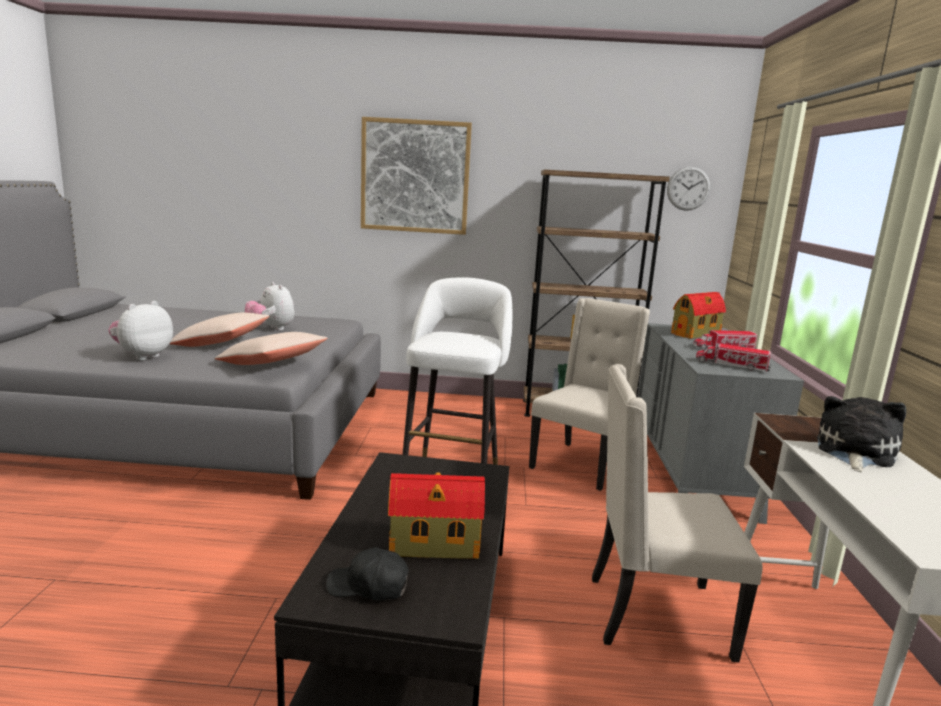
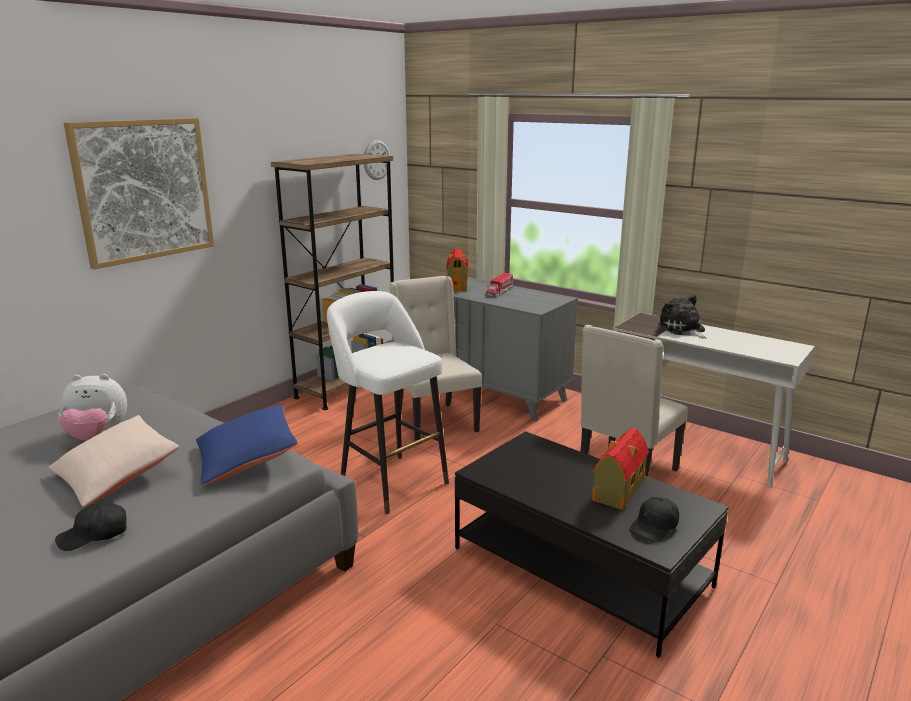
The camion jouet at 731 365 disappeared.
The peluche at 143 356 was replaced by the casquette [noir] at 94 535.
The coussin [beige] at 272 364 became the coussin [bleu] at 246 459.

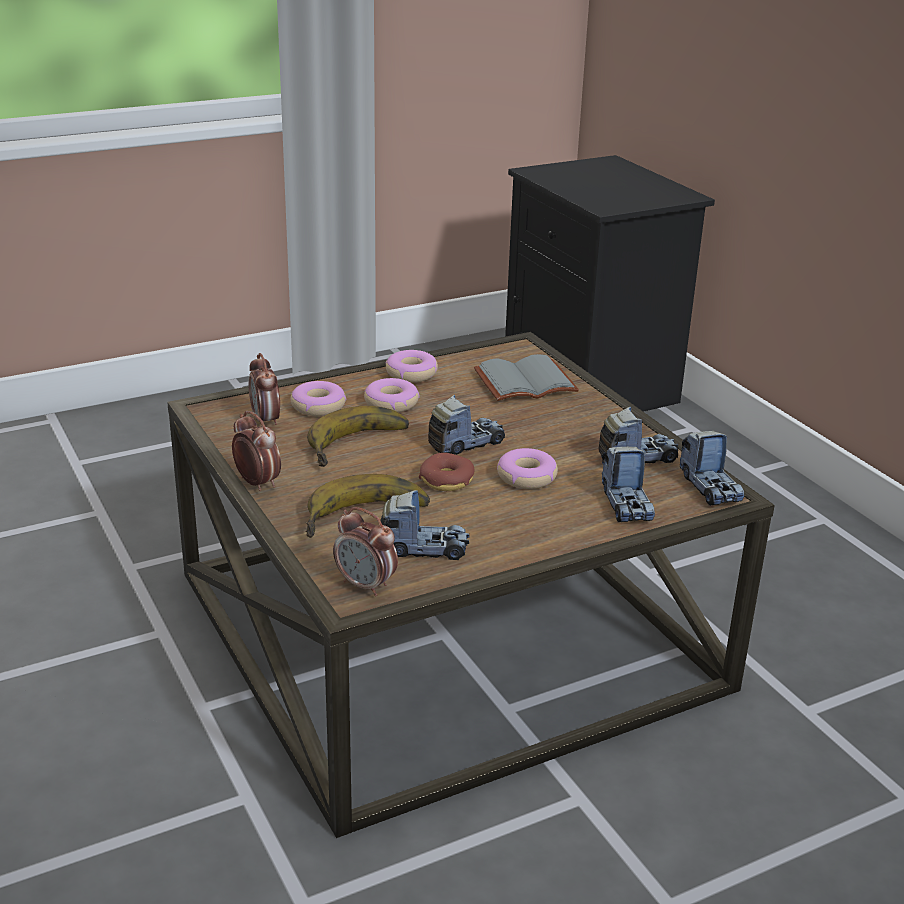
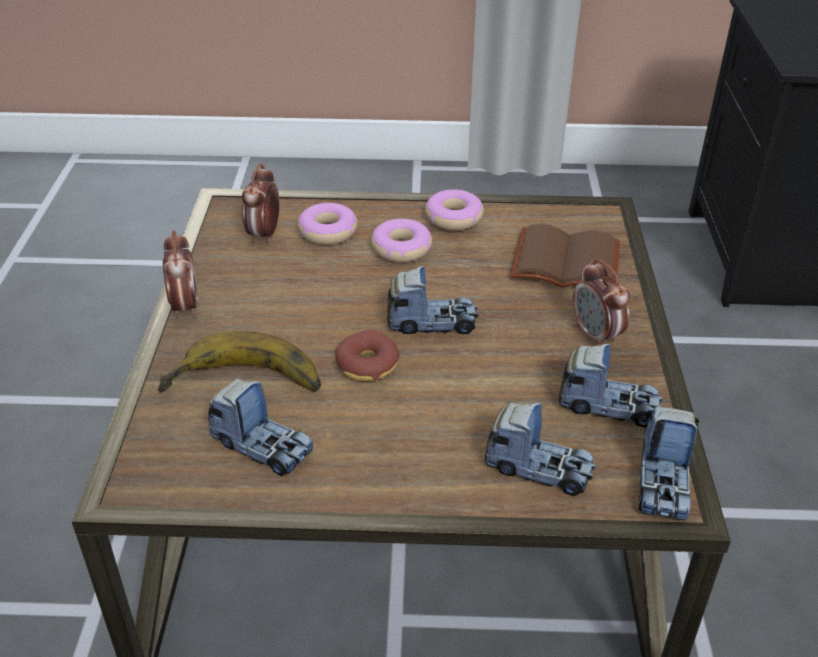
The banane at 362 446 disappeared.
The beignet at 526 477 disappeared.
The réveil moved from 366 585 to 596 336.
The livre [gris] at 525 381 became the livre [marron] at 568 260.
The camion jouet at 626 503 turned 90 degrees counterclockwise.

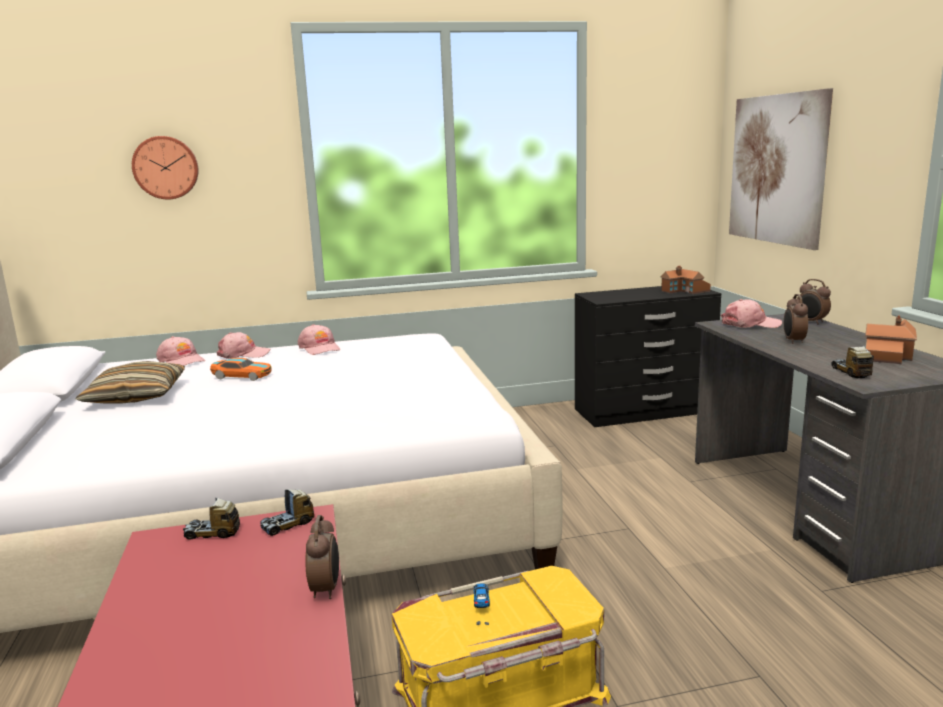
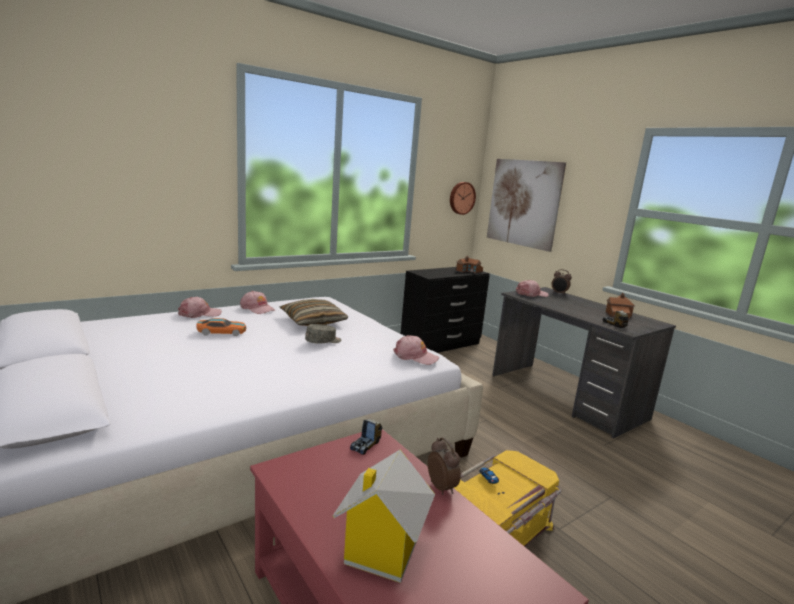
The camion jouet at 212 533 disappeared.
The réveil at 793 341 disappeared.
The casquette [gris] at 323 341 appeared.
The maison miniature at 381 550 appeared.
The coussin moved from 136 396 to 313 321.
The horloge murale moved from 166 167 to 461 198.
The casquette [rose] moved from 181 360 to 415 356.

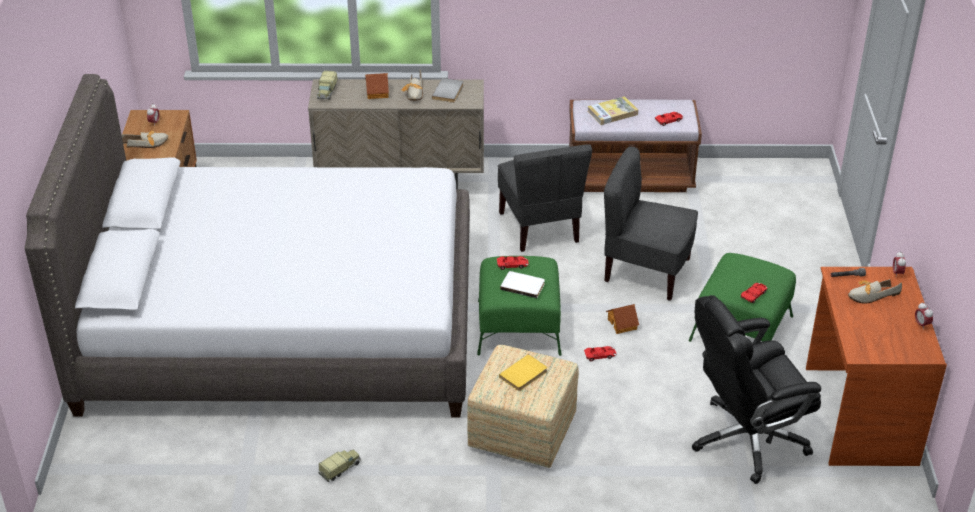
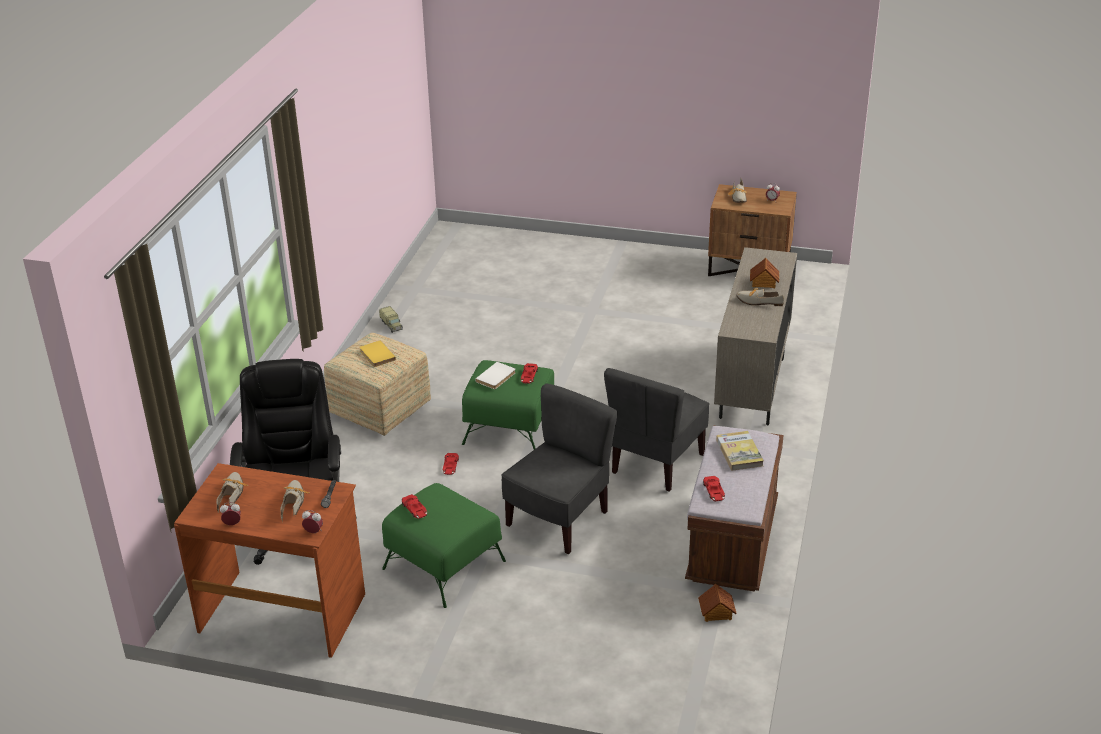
The lit [gris] at 281 327 disappeared.
The camion jouet at 327 92 disappeared.
The livre [gris] at 449 92 disappeared.
The chaussure at 231 494 appeared.
The maison miniature moved from 622 324 to 716 612.
The chaise [gris] at 540 227 turned 60 degrees counterclockwise.

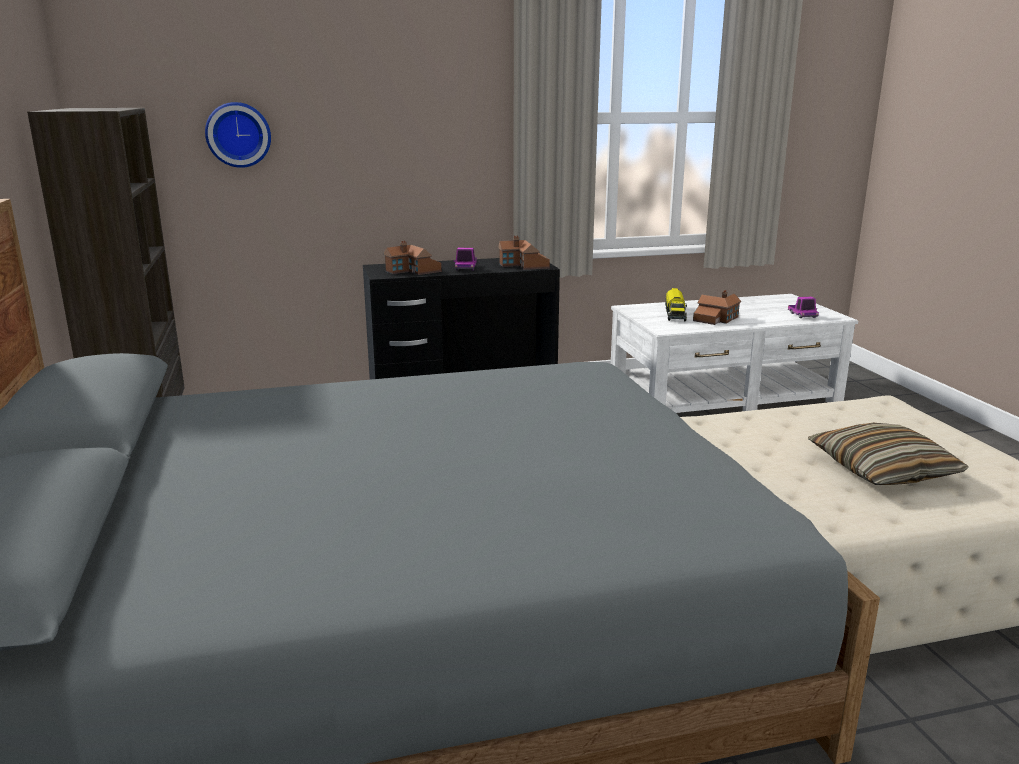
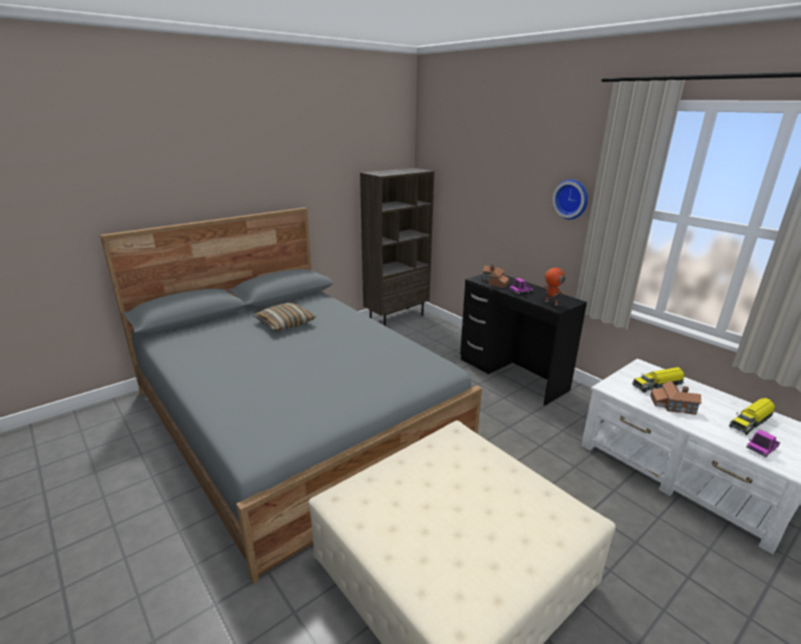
The camion jouet at 750 422 appeared.
The horloge murale moved from 238 134 to 571 199.
The coussin moved from 882 470 to 285 323.
The maison miniature at 524 266 was replaced by the robot jouet at 550 303.

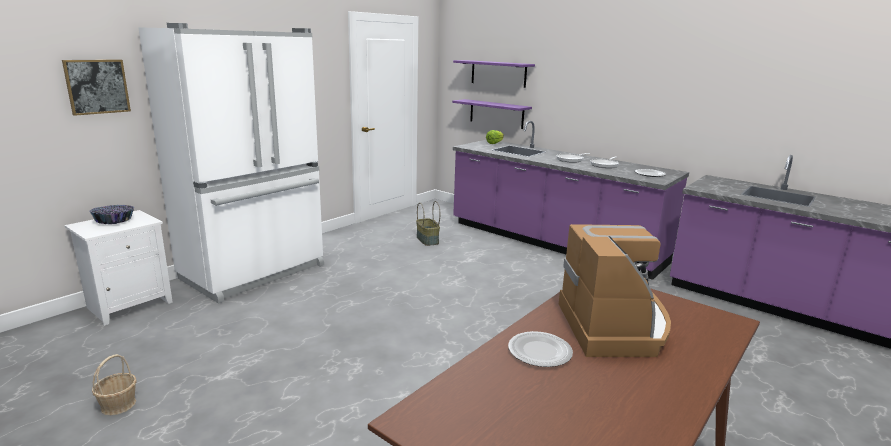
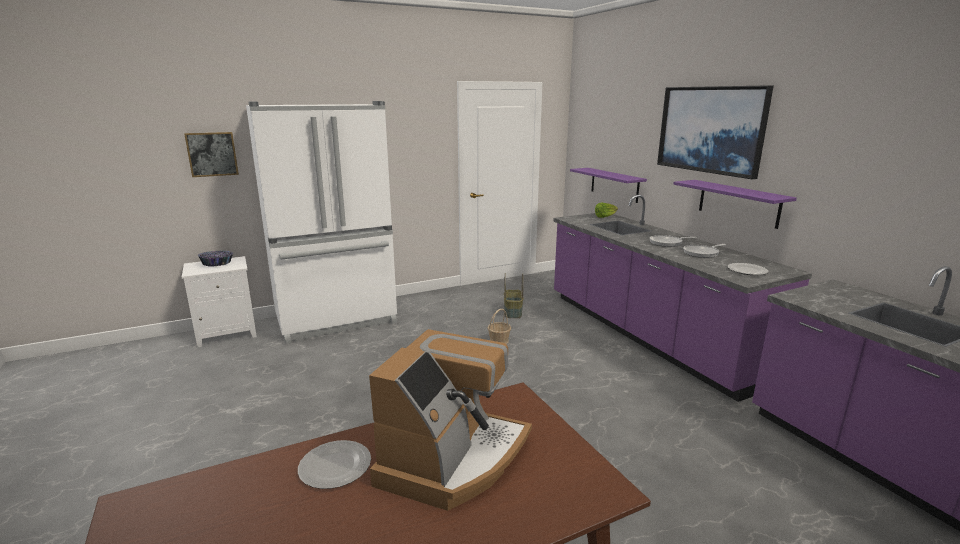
The tableau at 710 129 appeared.
The panier moved from 119 405 to 499 341.
The étagère [violet] moved from 498 73 to 738 203.

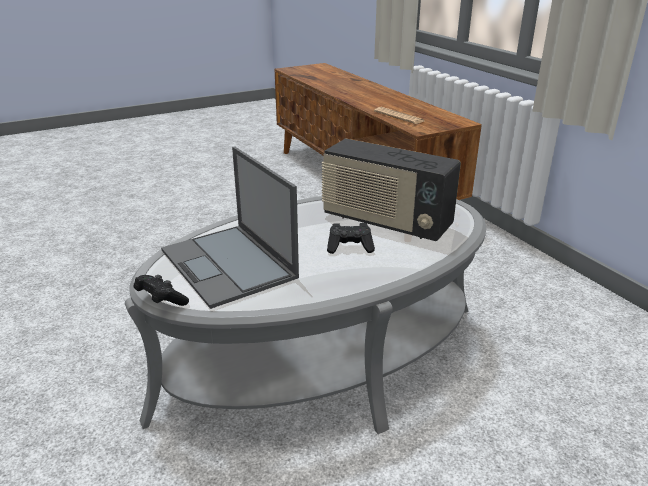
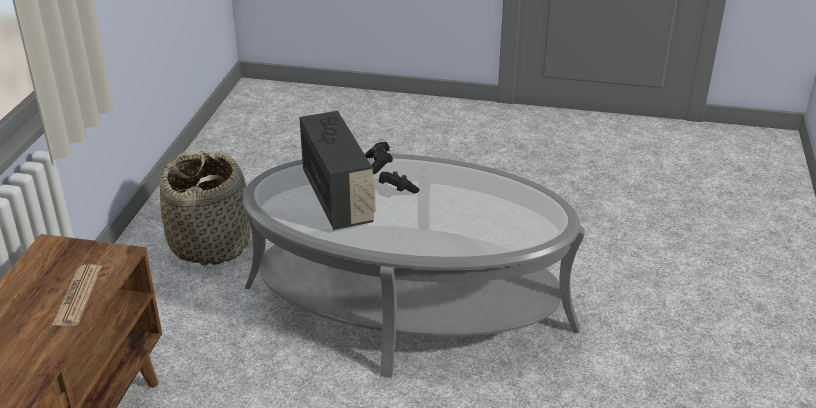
The ordinateur portable at 229 264 disappeared.
The panier at 210 243 appeared.
The manette [noir] moved from 161 300 to 379 164.

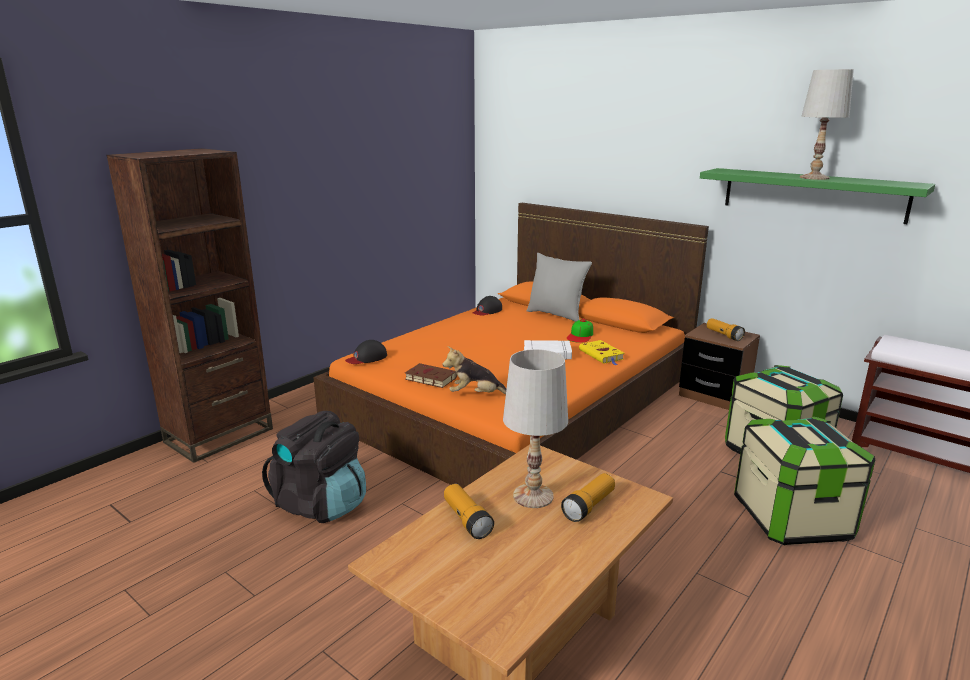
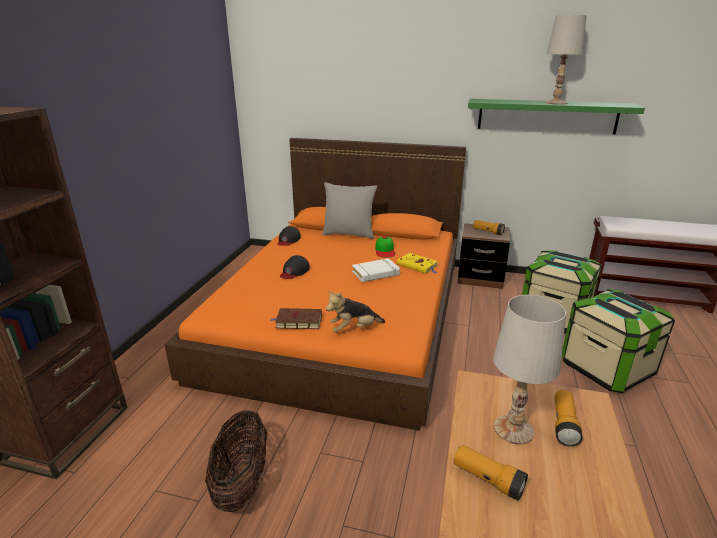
The casquette [noir] moved from 367 358 to 294 271.
The sac à dos [noir] at 321 504 was replaced by the panier at 242 482.

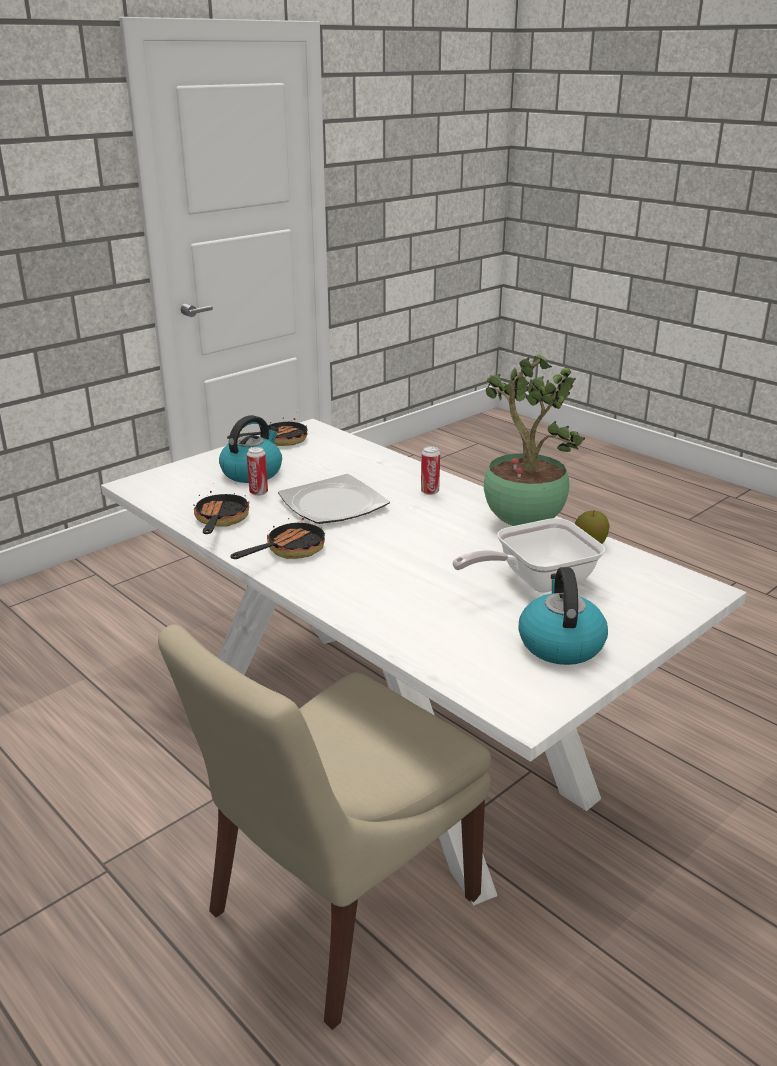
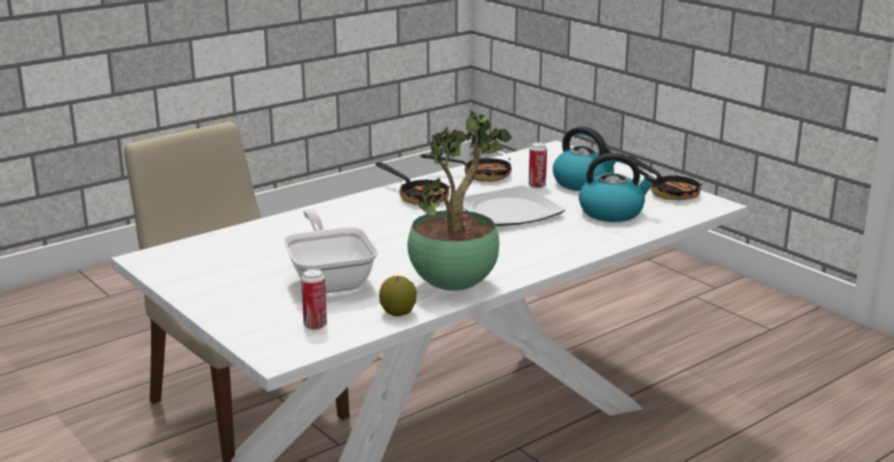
The boîte métallique moved from 430 492 to 315 325.
The bouilloire moved from 560 644 to 612 212.

